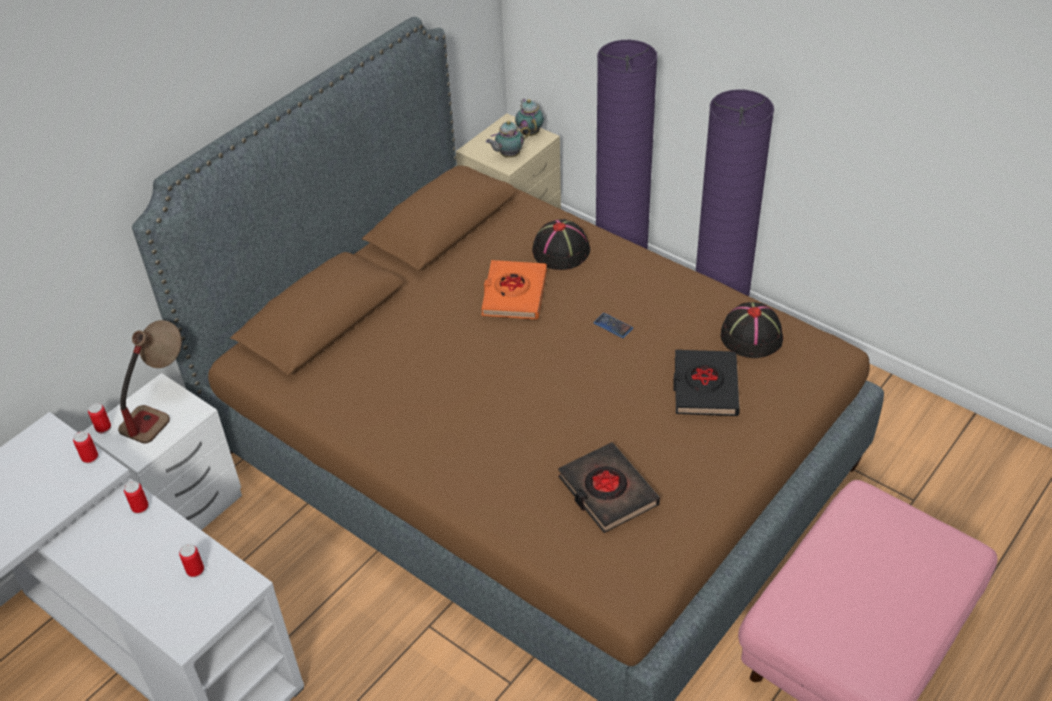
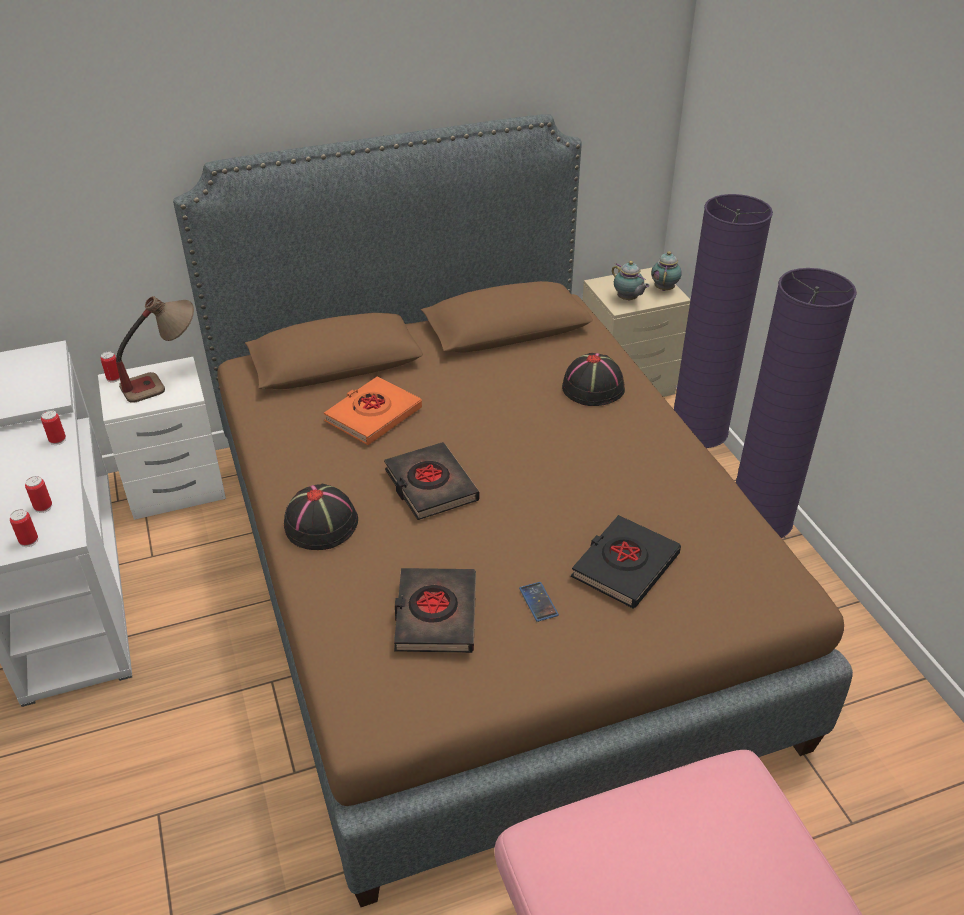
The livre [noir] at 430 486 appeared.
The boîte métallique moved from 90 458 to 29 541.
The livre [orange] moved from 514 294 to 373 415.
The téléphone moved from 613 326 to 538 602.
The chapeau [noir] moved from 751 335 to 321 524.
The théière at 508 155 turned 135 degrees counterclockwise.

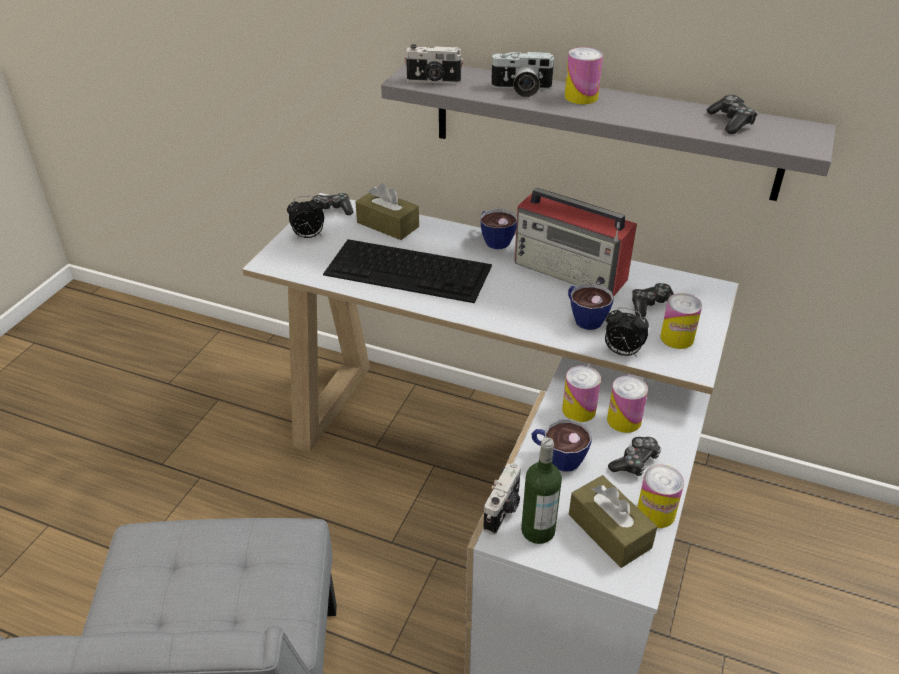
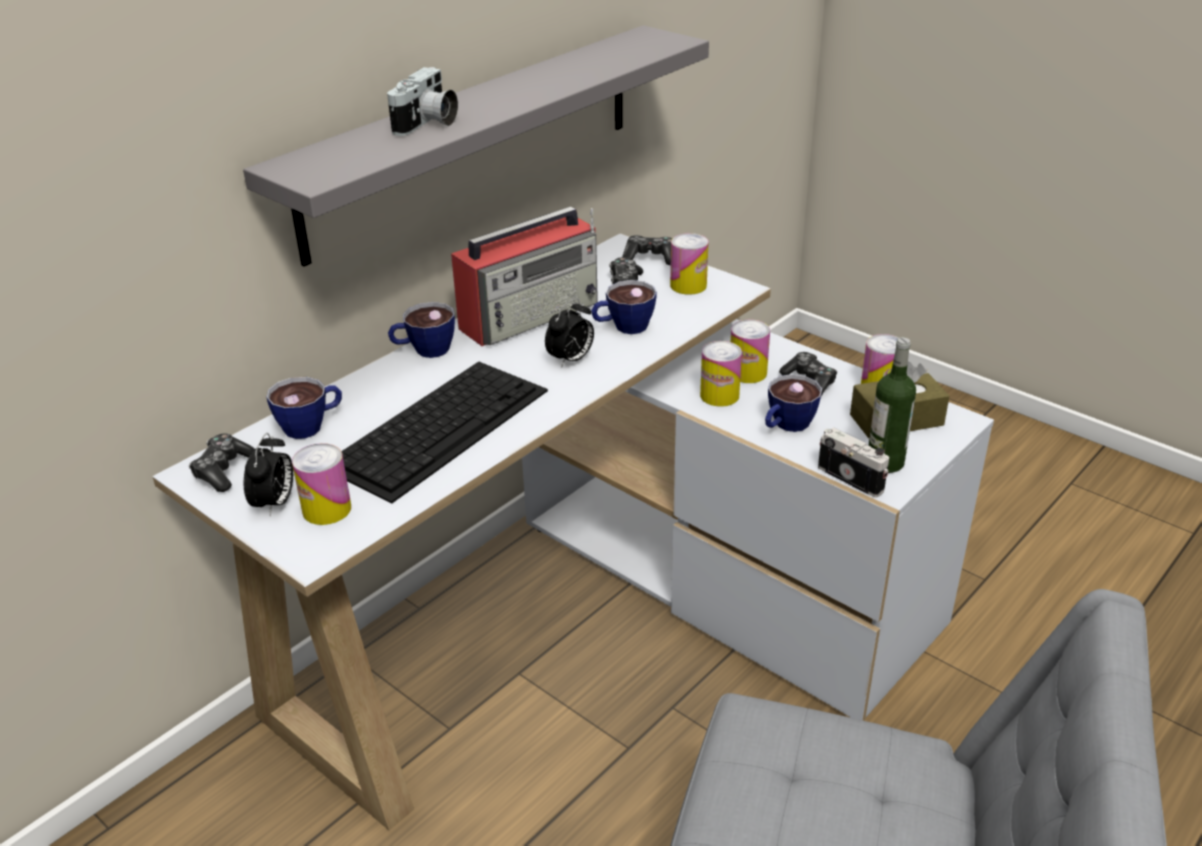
The appareil photo at 433 81 disappeared.
The boîte métallique moved from 581 97 to 327 509.
The réveil moved from 622 352 to 571 360.
The manette moved from 731 122 to 650 258.
The boîte à mouchoirs [marron] at 388 225 was replaced by the tasse at 311 425.

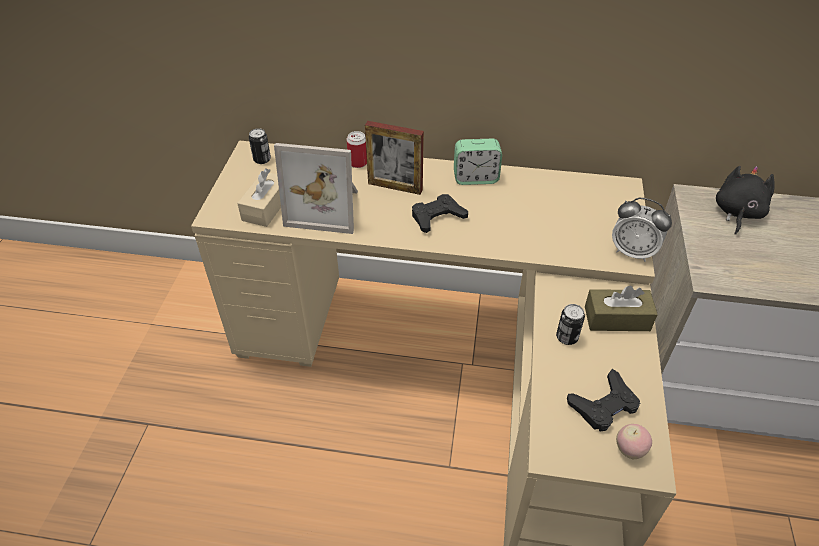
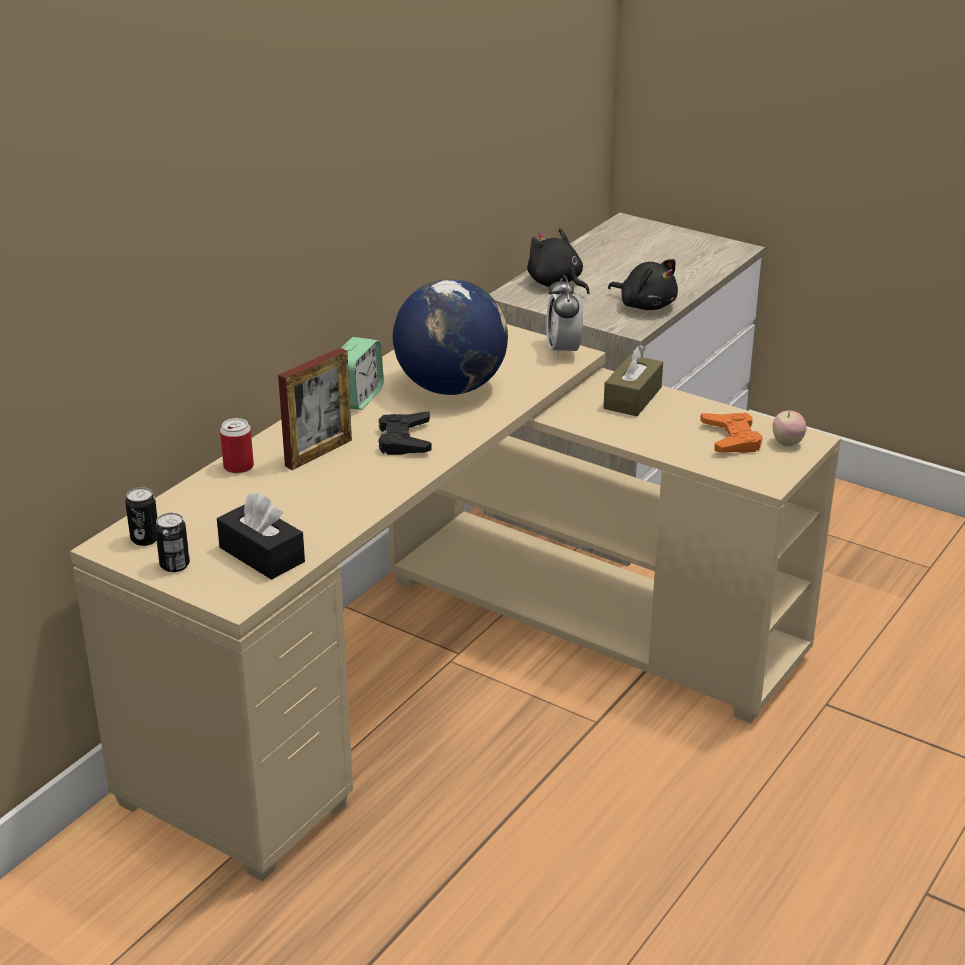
The cadre photo at 326 208 disappeared.
The globe at 451 387 appeared.
The peluche [noir] at 645 305 appeared.
The boîte métallique moved from 567 337 to 175 565.
The boîte à mouchoirs [beige] at 266 207 became the boîte à mouchoirs [noir] at 262 555.
The manette [noir] at 604 405 became the manette [orange] at 731 439.
The réveil at 632 252 turned 120 degrees clockwise.

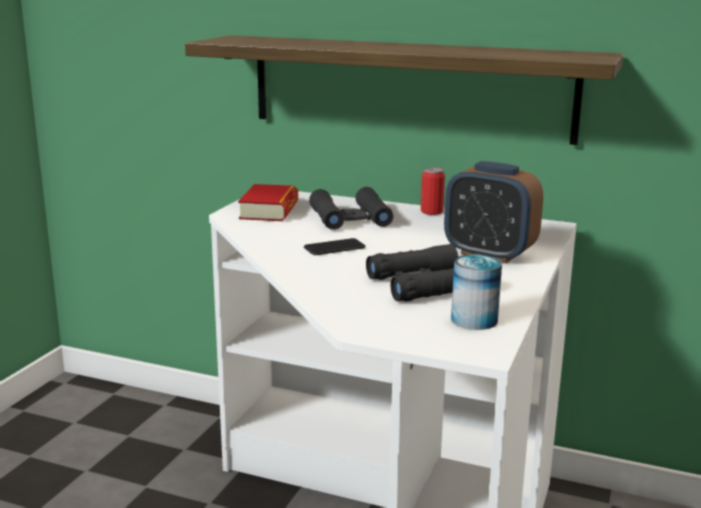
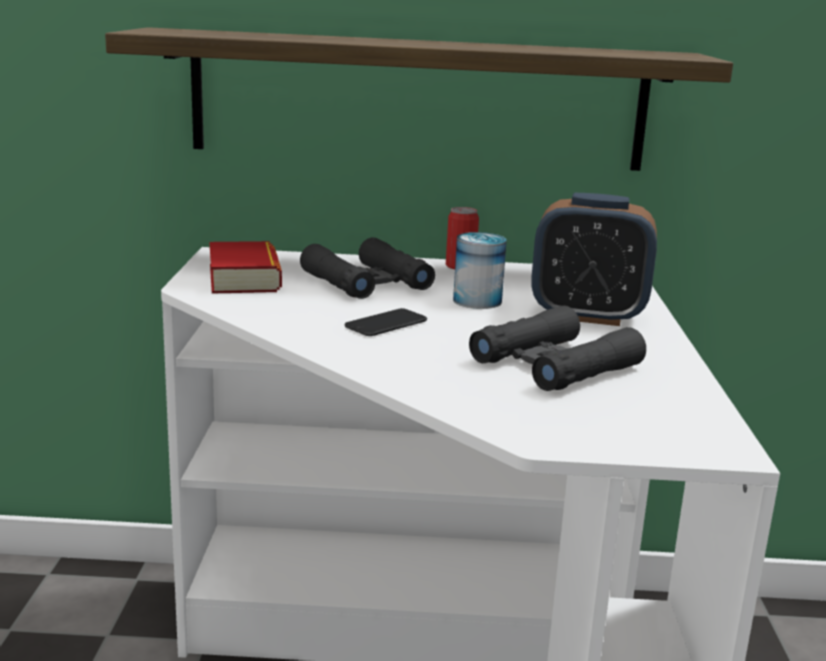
The boîte métallique moved from 474 320 to 477 301.

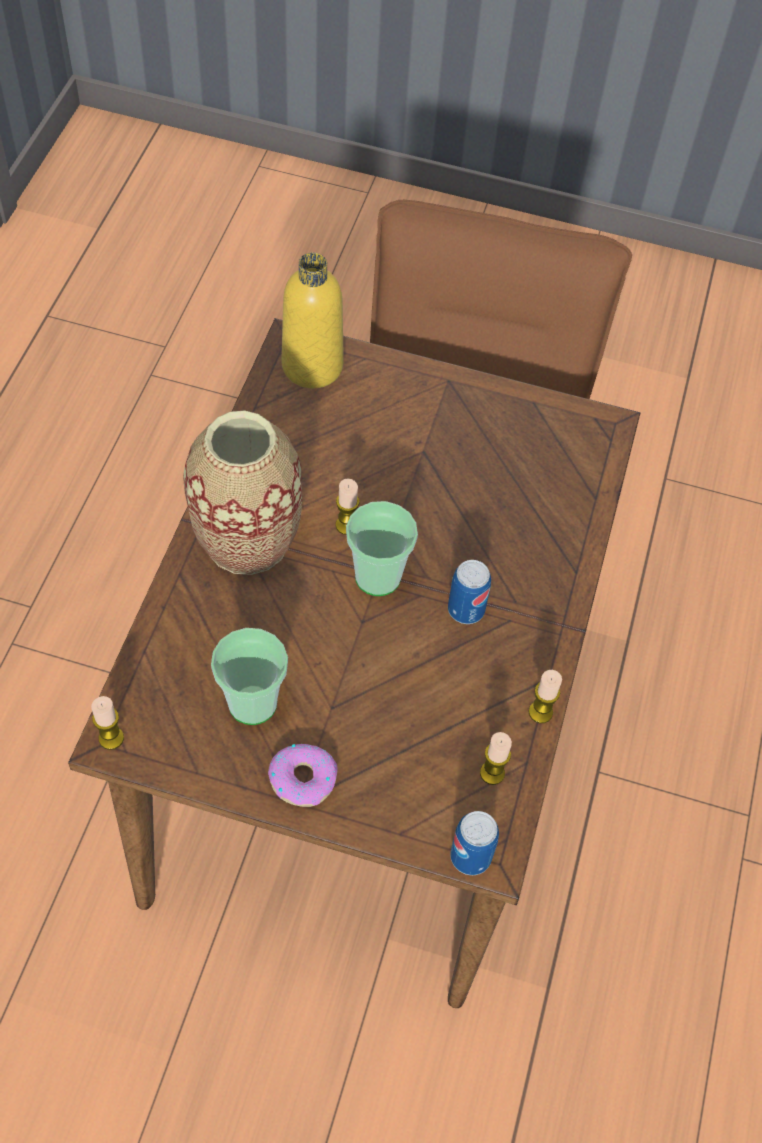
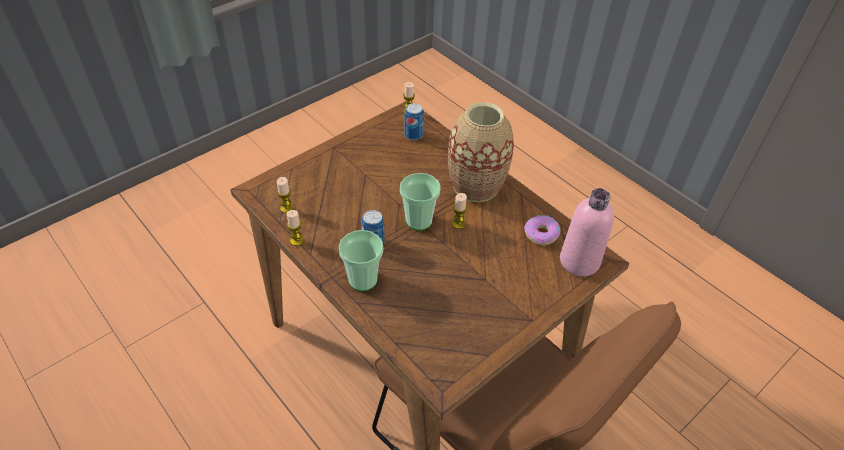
The tasse moved from 252 703 to 363 280.
The beignet moved from 303 778 to 541 234.
The boîte métallique moved from 470 856 to 413 135.
The bouteille [jaune] at 312 366 became the bouteille [rose] at 579 261.

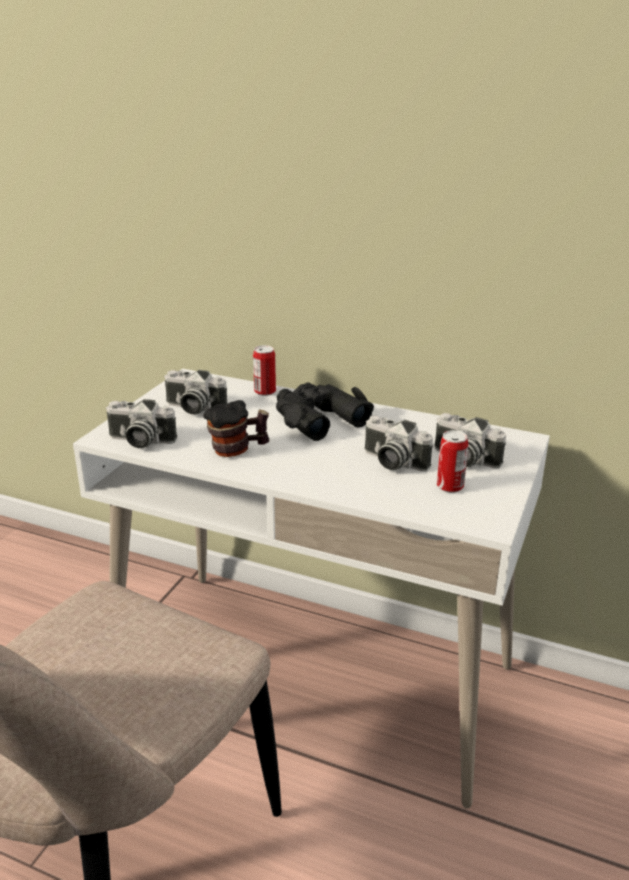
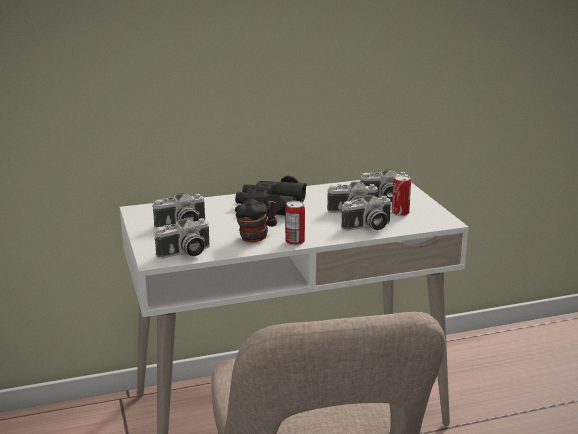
The appareil photo at 367 227 appeared.
The boîte métallique moved from 265 391 to 295 241.

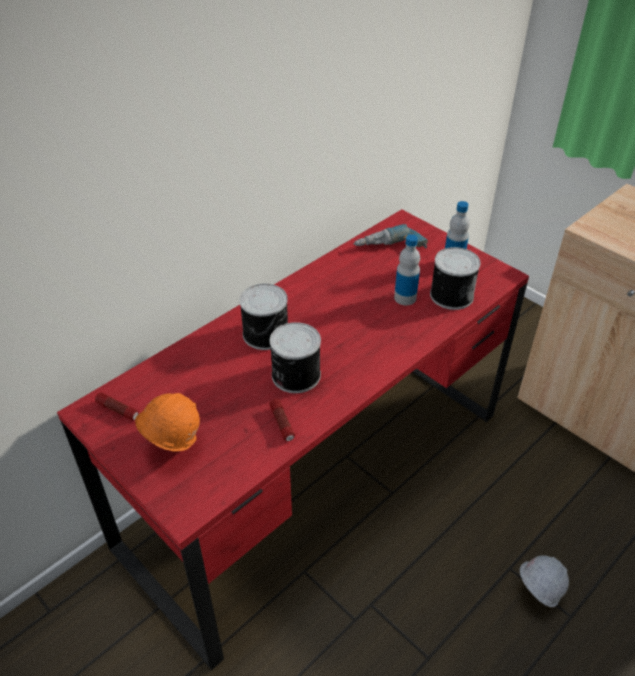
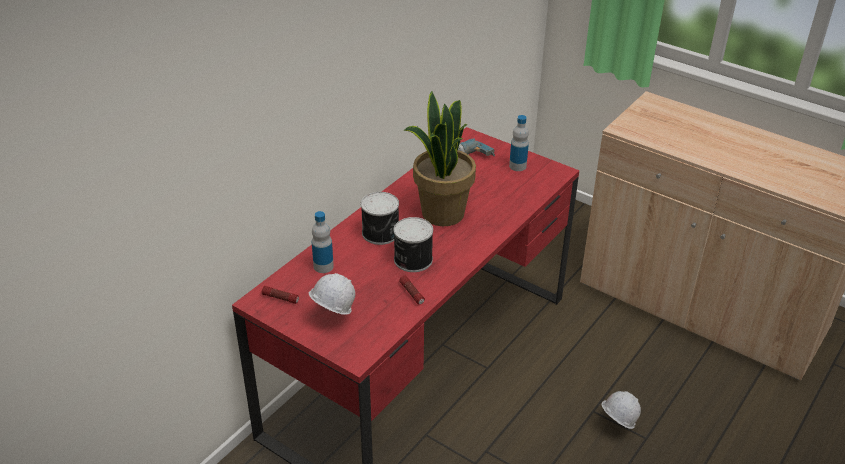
The boîte métallique at 450 295 disappeared.
The plante en pot at 442 213 appeared.
The bouteille moved from 405 298 to 323 266.
The casque de chantier [orange] at 172 445 became the casque de chantier [blanc] at 332 317.

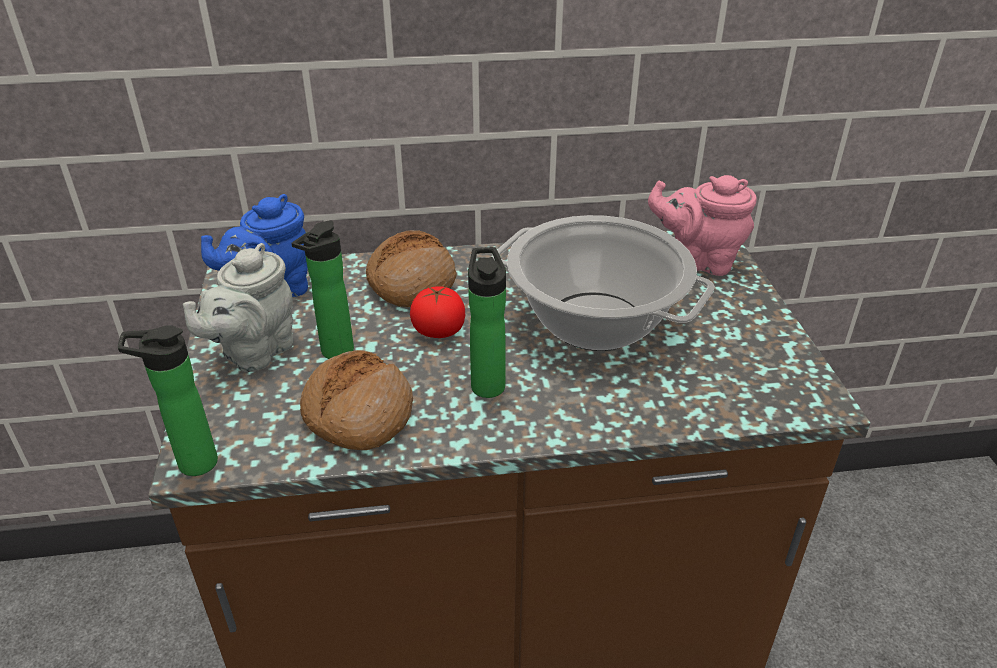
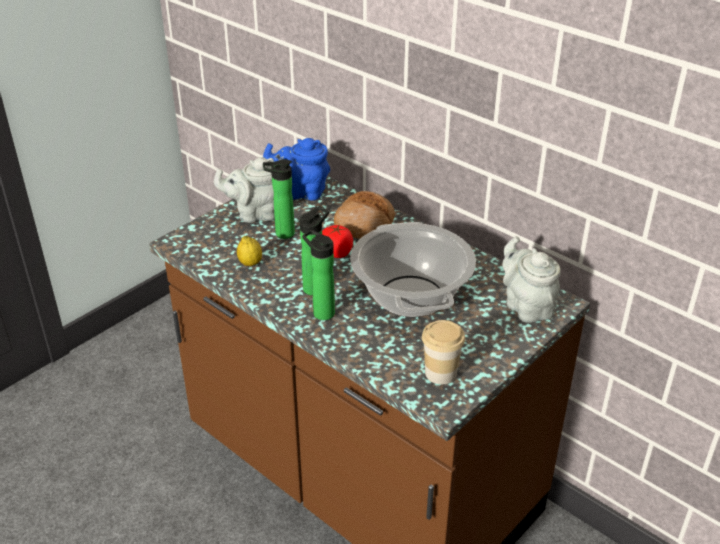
The tasse at 440 373 appeared.
The bouteille moved from 191 464 to 321 312.
The pain at 357 413 was replaced by the citron at 250 263.
The théière [rose] at 698 261 became the théière [gris] at 526 306.

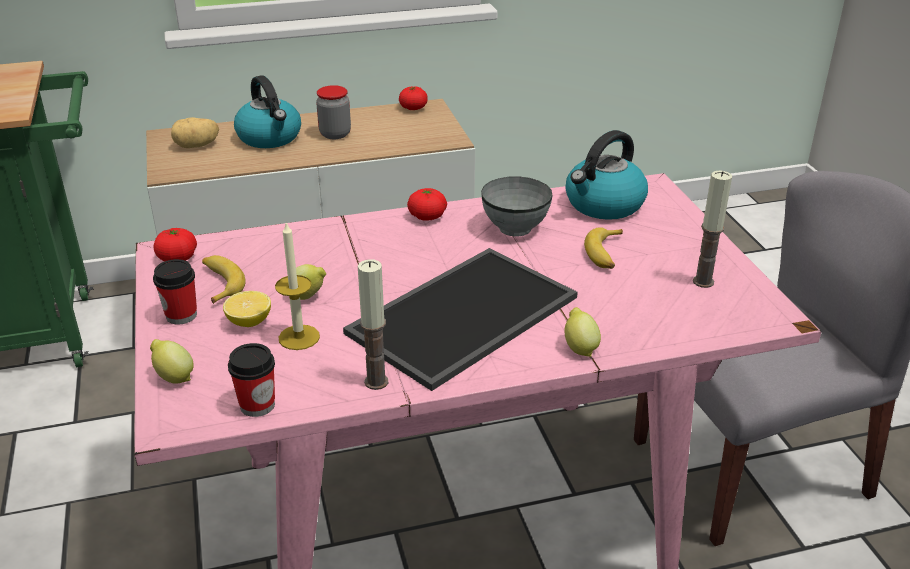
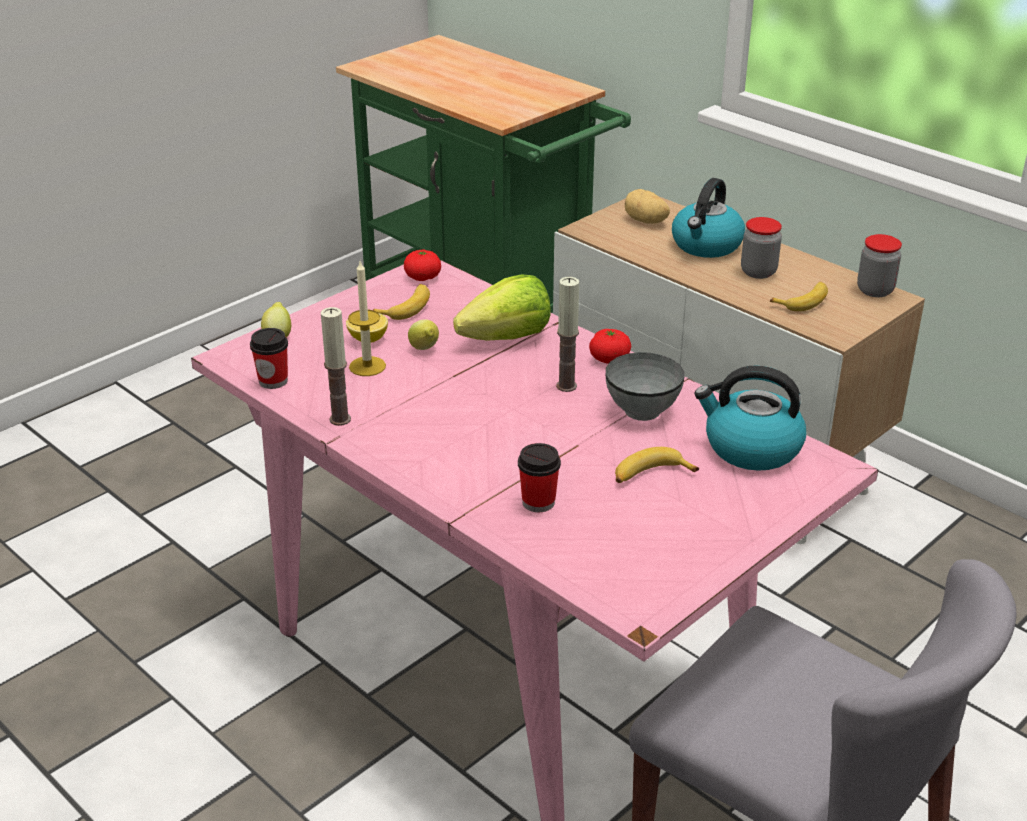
The plateau at 464 317 disappeared.
The citron at 579 348 disappeared.
The laitue at 507 338 appeared.
The banane at 803 301 appeared.
The tasse moved from 181 315 to 538 502.
The bougie moved from 703 281 to 566 386.
The tomate at 413 108 was replaced by the bocal at 875 290.

